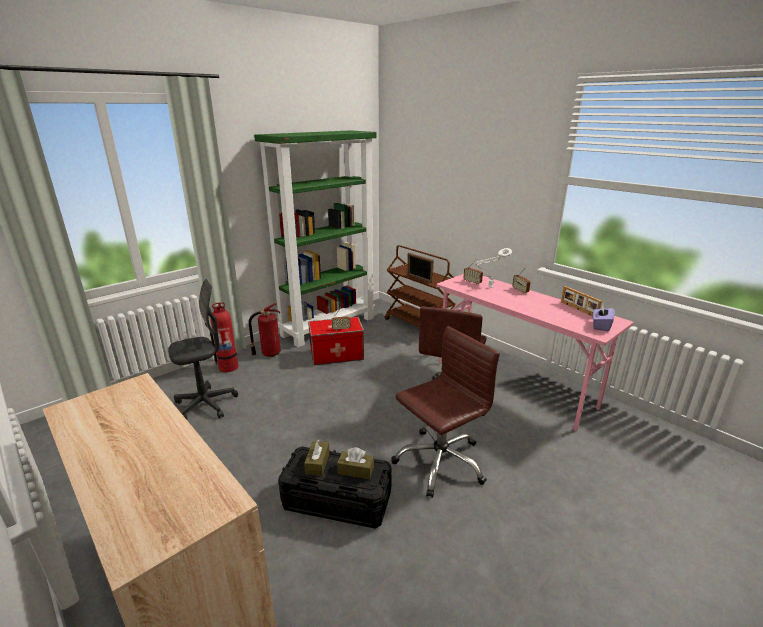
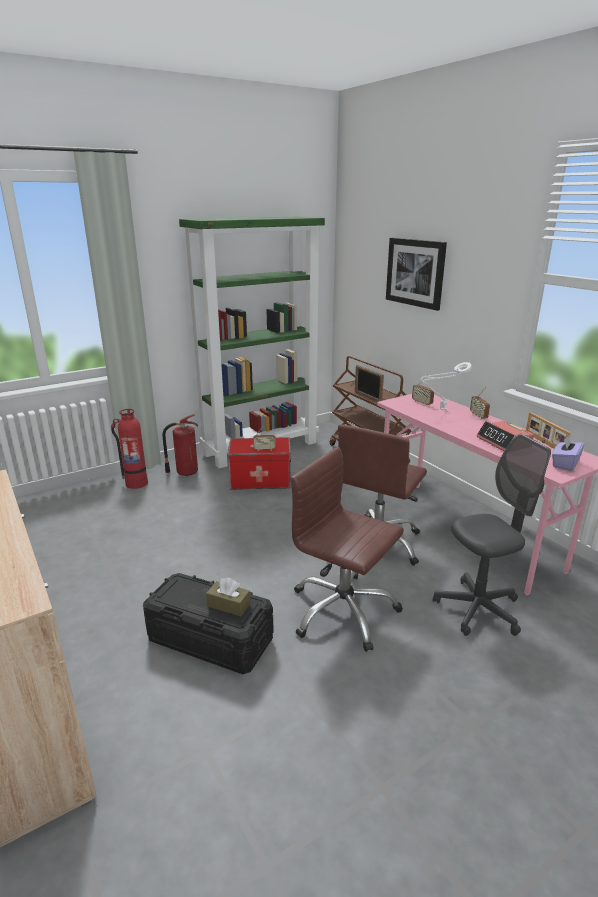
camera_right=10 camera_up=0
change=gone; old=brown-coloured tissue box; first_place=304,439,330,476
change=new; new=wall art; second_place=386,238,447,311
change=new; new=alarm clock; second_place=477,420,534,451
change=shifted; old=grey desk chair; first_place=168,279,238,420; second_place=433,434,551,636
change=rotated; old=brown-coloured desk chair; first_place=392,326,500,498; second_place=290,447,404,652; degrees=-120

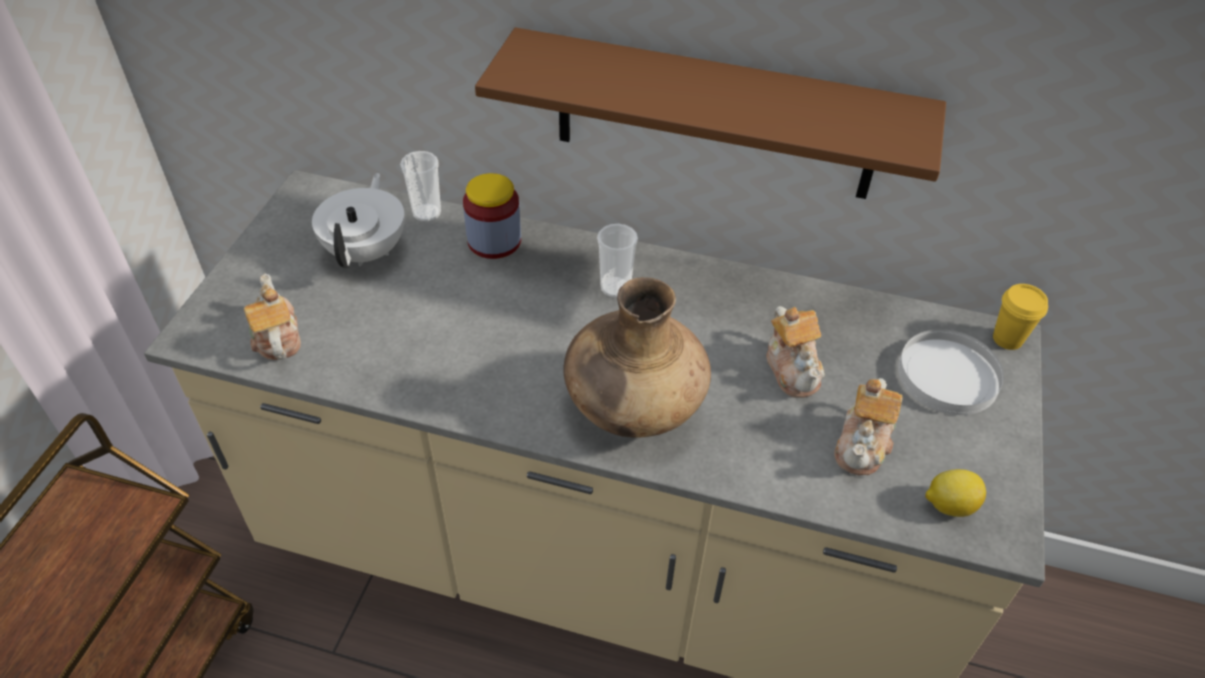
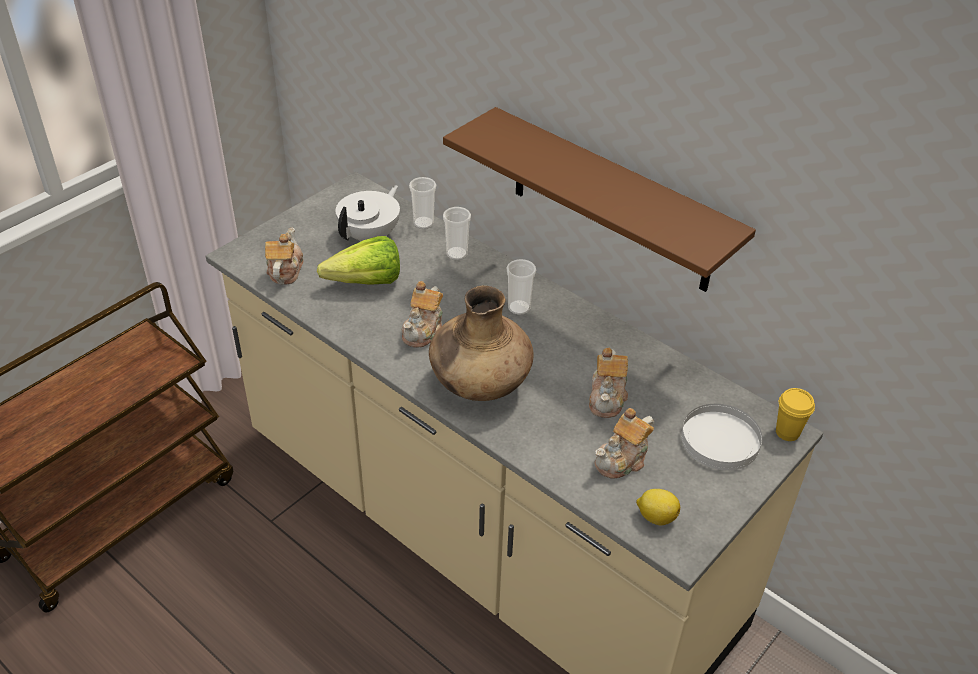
camera_right=25 camera_up=-5
change=new; new=head of lettuce; second_place=317,236,400,285
change=new; new=teapot; second_place=402,281,443,348
change=swapped; old=preserve jar; new=cup; first_place=463,173,521,259; second_place=443,207,471,260

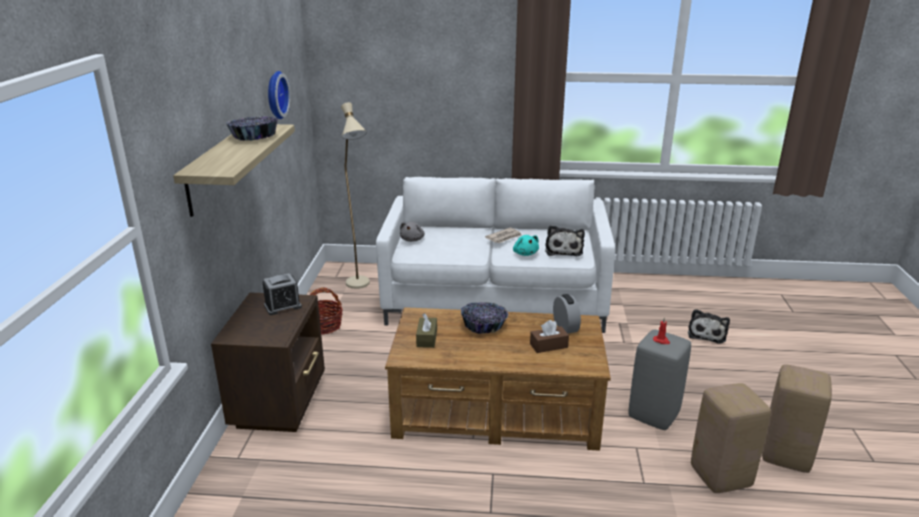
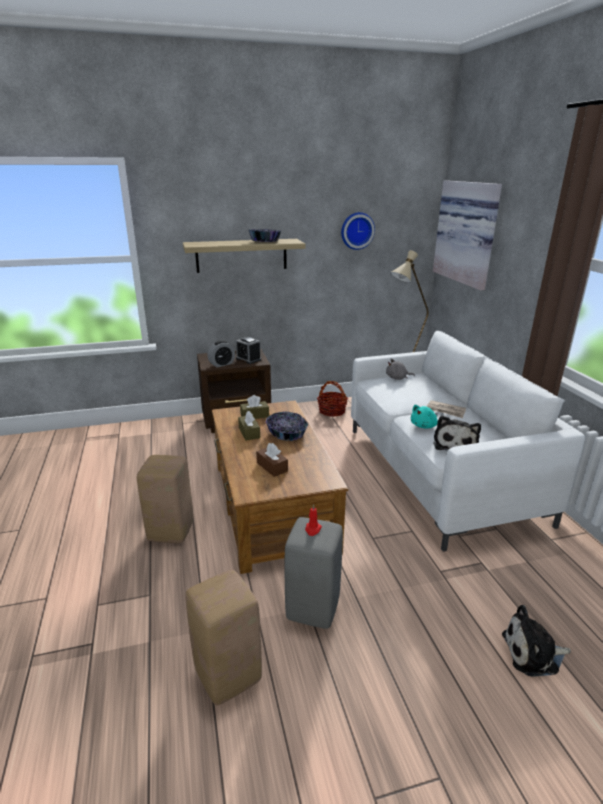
camera_right=70 camera_up=0
change=new; new=brown-coloured tissue box; second_place=238,411,260,441
change=new; new=wall art; second_place=433,180,502,290
change=shifted; old=alarm clock; first_place=553,294,581,334; second_place=208,340,235,367
change=shifted; old=sand-coloured stool seat; first_place=762,364,832,473; second_place=137,455,193,543
change=rotated; old=plush toy; first_place=545,225,585,257; second_place=433,416,481,450; degrees=-60

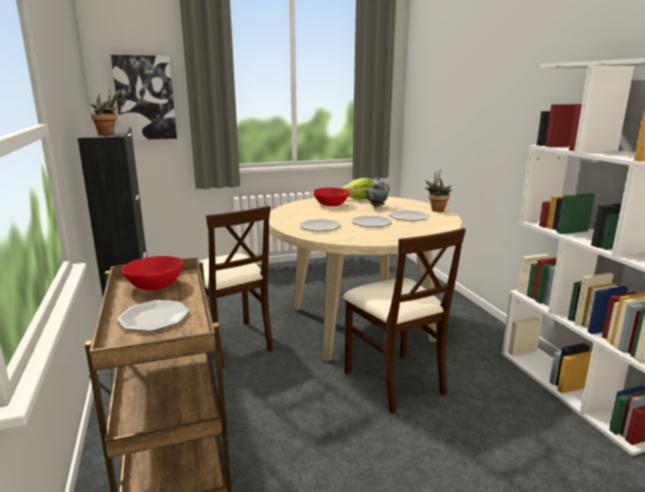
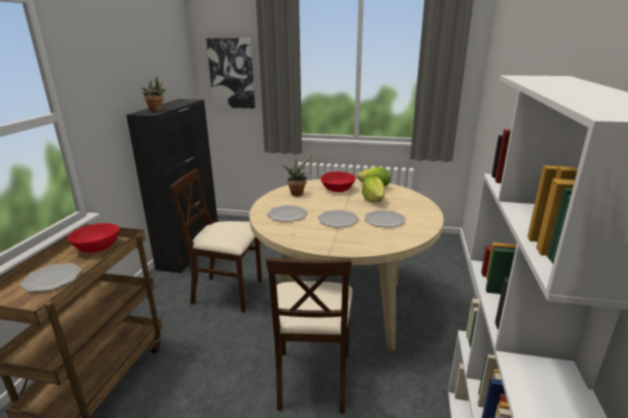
camera_right=30 camera_up=5
change=shifted; old=plant in a pot; first_place=424,169,452,212; second_place=282,155,312,196
change=swapped; old=teapot; new=head of lettuce; first_place=364,178,390,207; second_place=362,176,385,203
change=rotated; old=sand-coloured upright chair; first_place=199,206,273,368; second_place=170,169,262,313; degrees=105

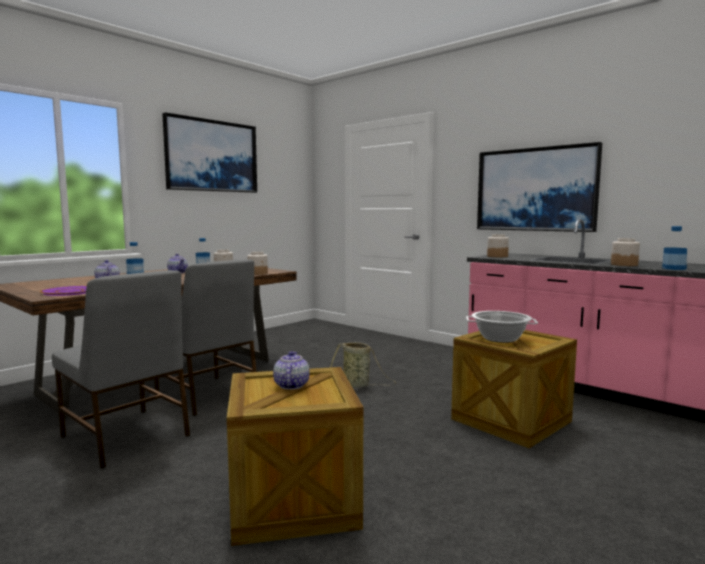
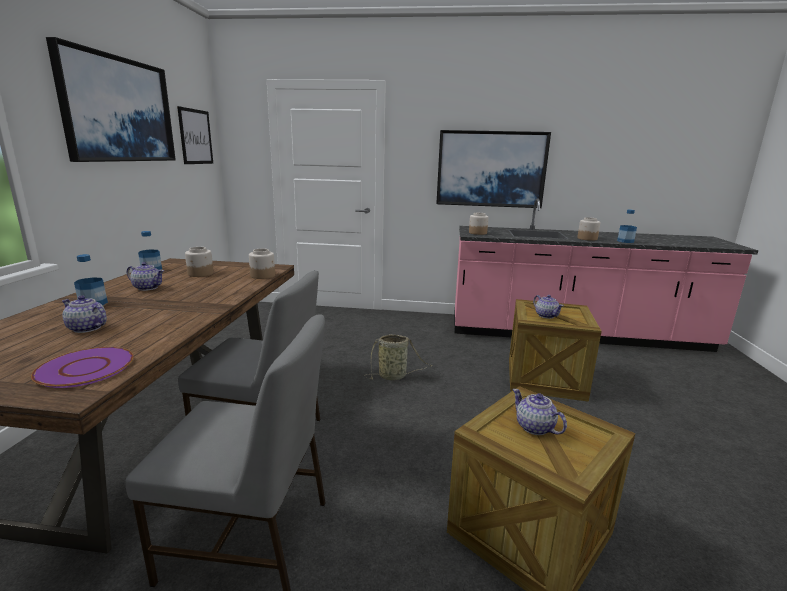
camera_right=-35 camera_up=10
change=new; new=wall art; second_place=177,106,213,164
change=swapped; old=stockpot; new=teapot; first_place=466,311,538,343; second_place=533,295,564,319

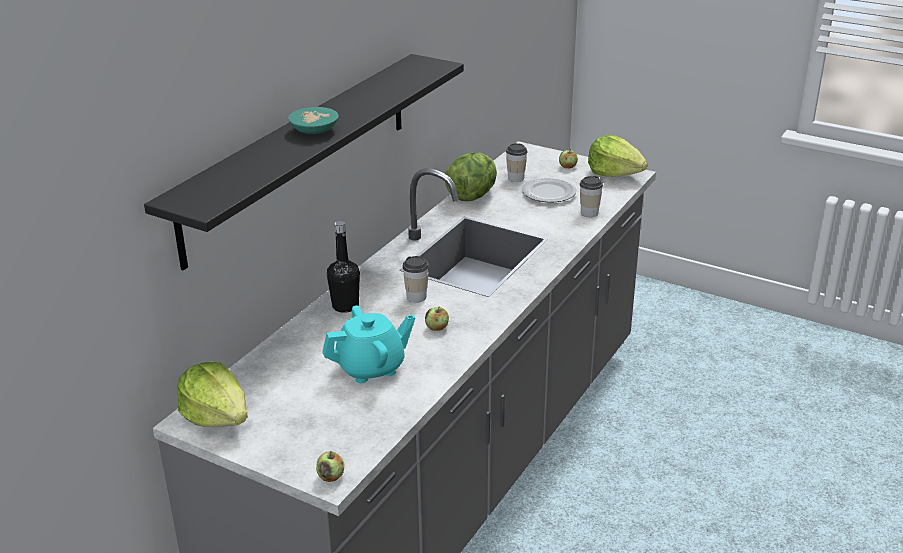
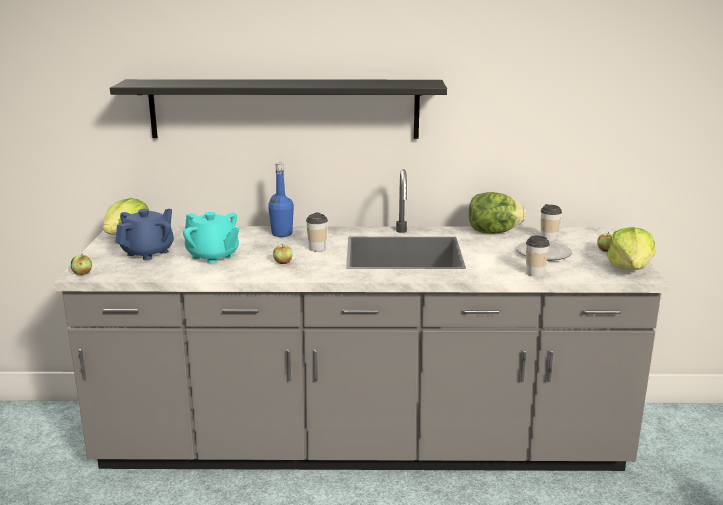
camera_right=60 camera_up=-10
change=gone; old=turquoise-coloured bowl; first_place=288,107,339,134
change=new; new=blue teapot; second_place=115,209,174,260
change=repainted; old=blackish drink bottle; new=blue drink bottle; first_place=327,221,360,313; second_place=268,163,294,237

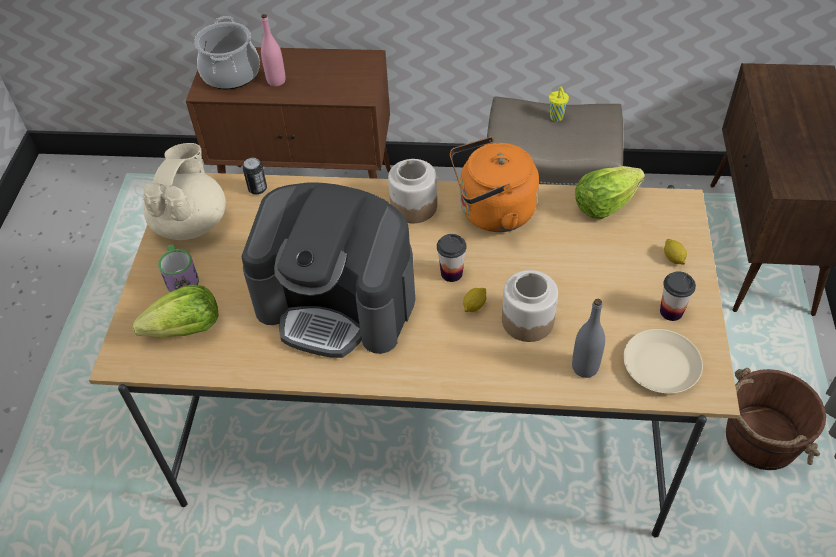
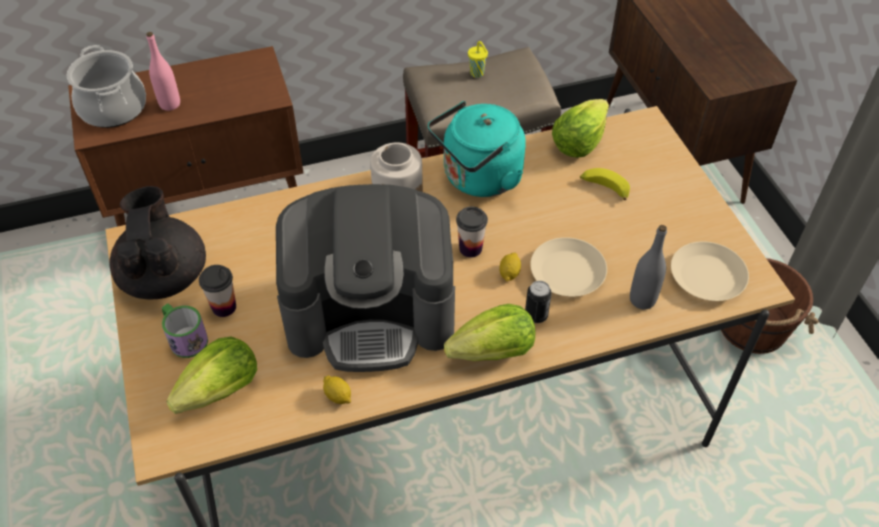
camera_right=-25 camera_up=0
change=new; new=head of lettuce; second_place=444,304,535,361
change=new; new=banana; second_place=580,168,630,200
change=shifted; old=can; first_place=243,158,267,195; second_place=525,281,552,323
change=shifted; old=cup; first_place=660,271,696,321; second_place=199,265,236,317
change=shifted; old=citrus fruit; first_place=664,239,687,265; second_place=323,376,351,404
change=swapped; old=preserve jar; new=sand-coloured flat dish; first_place=502,270,558,342; second_place=530,237,607,297
change=repainted; old=sand-coloured teapot; new=blackish teapot; first_place=143,143,226,240; second_place=109,186,206,299
change=repainted; old=orangey kettle; new=turquoise-coloured kettle; first_place=450,137,539,232; second_place=428,101,526,197

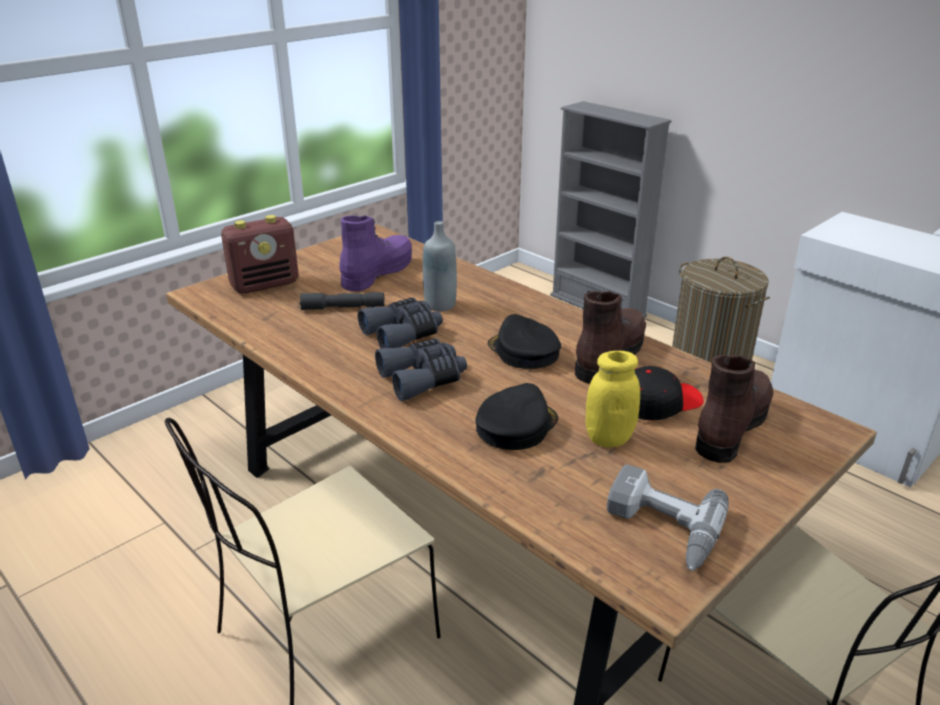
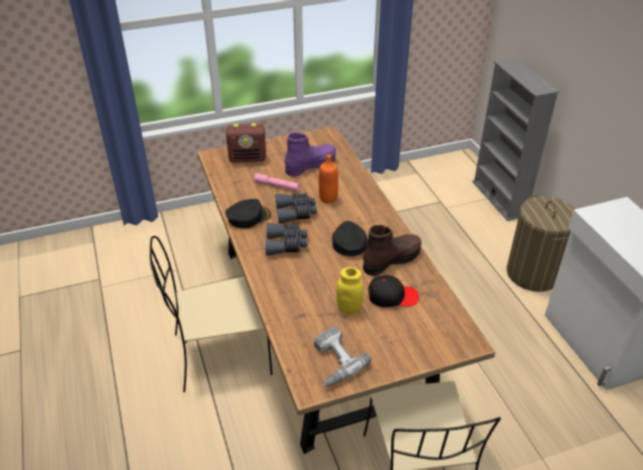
camera_right=25 camera_up=10
change=gone; old=brown-coloured high-top boot; first_place=695,355,773,463
change=shifted; old=blackish cap; first_place=475,383,558,450; second_place=225,199,271,228
change=repainted; old=grey flashlight; new=pink-coloured flashlight; first_place=300,292,385,310; second_place=254,173,300,191
change=repainted; old=grey drink bottle; new=orangey drink bottle; first_place=423,221,457,312; second_place=319,154,338,203

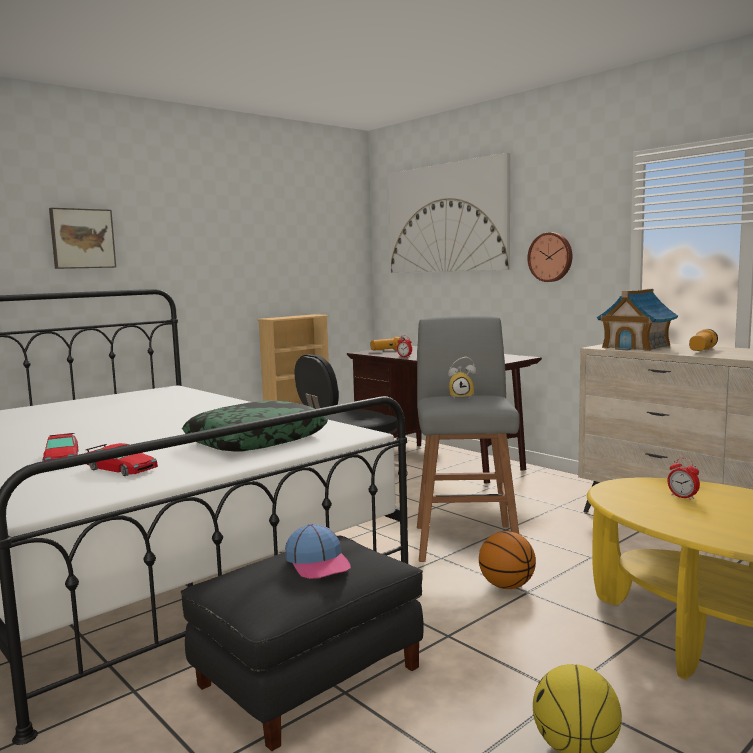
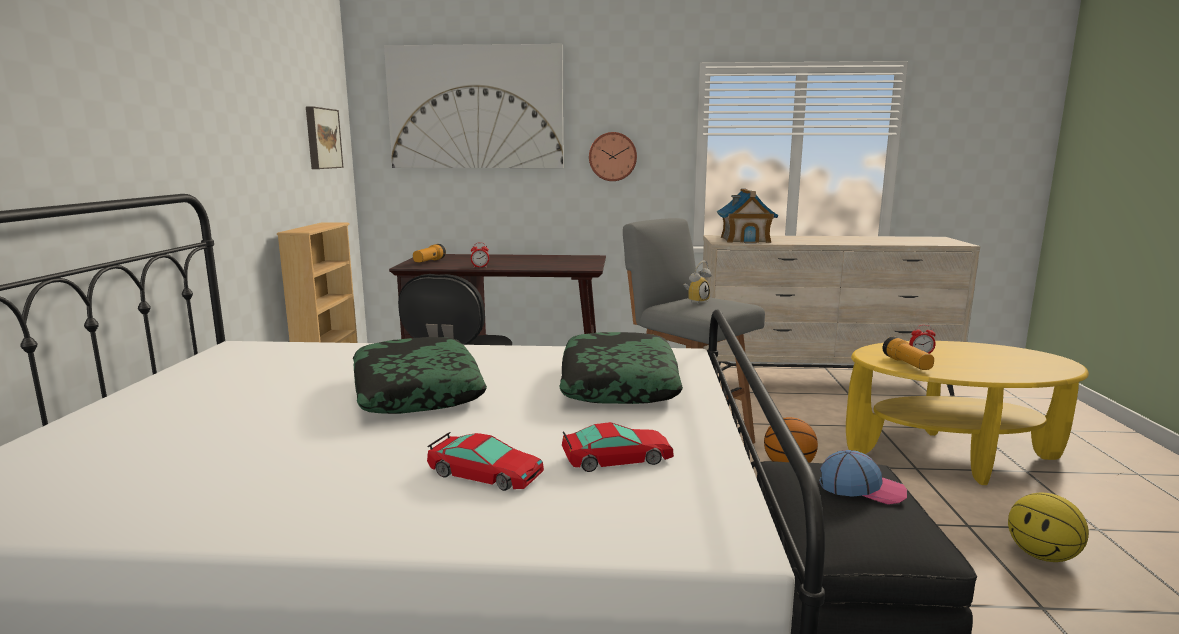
camera_right=-45 camera_up=5
change=new; new=throw pillow; second_place=353,337,487,414
change=shifted; old=wall art; first_place=49,208,116,269; second_place=306,106,344,169
change=shifted; old=flashlight; first_place=689,329,718,351; second_place=883,336,934,370

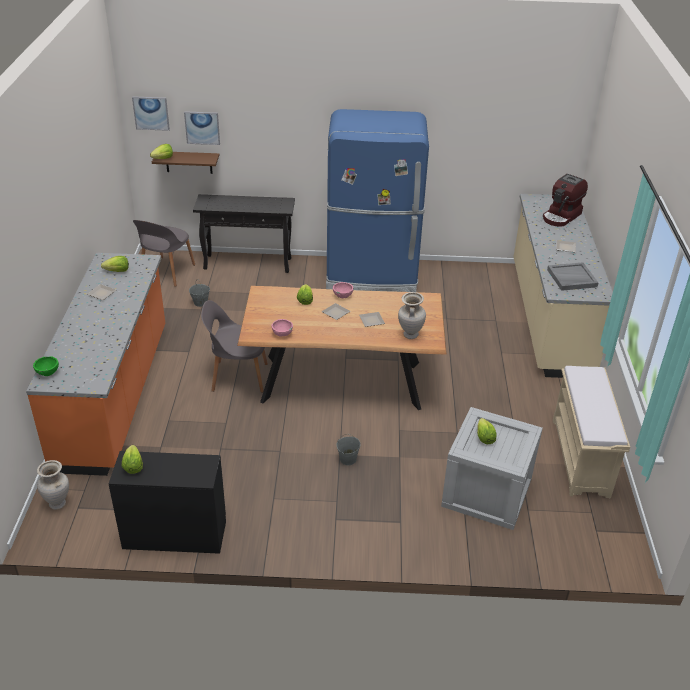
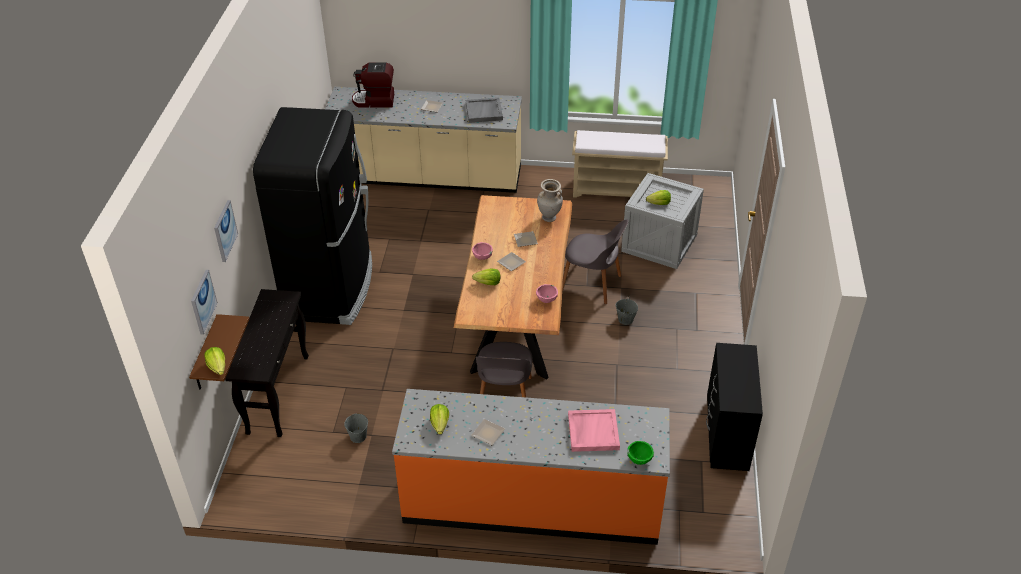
camera_right=-85 camera_up=5
change=gone; old=sand-coloured decorative vase; first_place=37,460,69,510
change=gone; old=head of lettuce; first_place=122,445,143,474
change=new; new=pink-coloured serving tray; second_place=568,409,620,452
change=shifted; old=wall art; first_place=132,96,170,131; second_place=214,200,238,262
change=shifted; old=grey upright chair; first_place=133,220,195,287; second_place=562,220,628,304
change=repainted; old=blue refrigerator; new=blackish refrigerator; first_place=326,109,429,292; second_place=253,107,372,325
change=rotated; old=coffee maker; first_place=543,174,588,227; second_place=352,63,394,108; degrees=135

